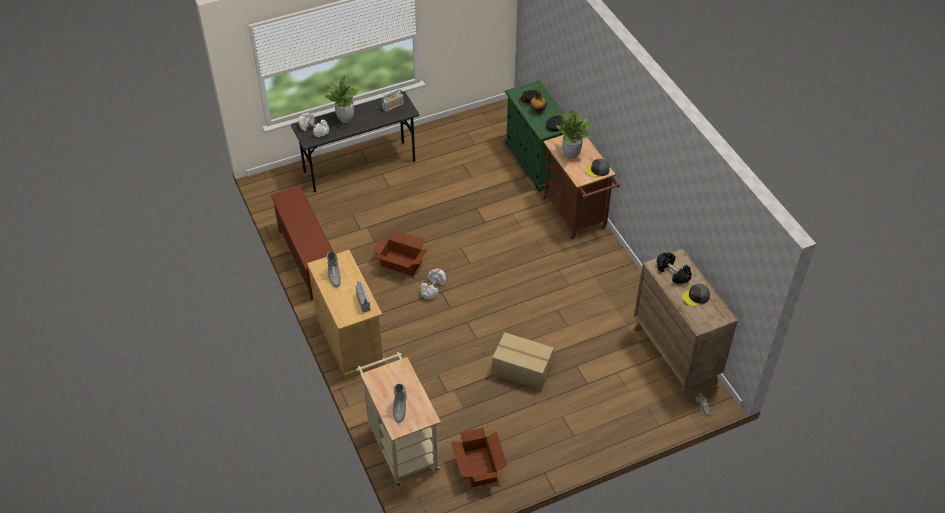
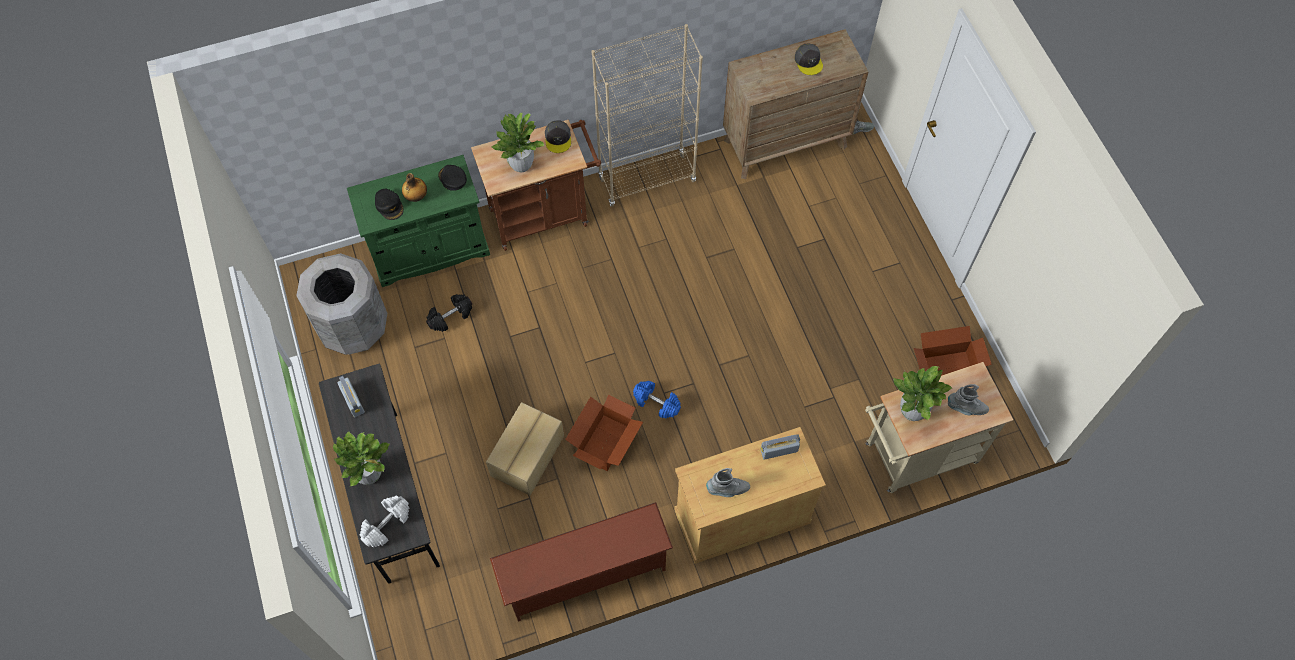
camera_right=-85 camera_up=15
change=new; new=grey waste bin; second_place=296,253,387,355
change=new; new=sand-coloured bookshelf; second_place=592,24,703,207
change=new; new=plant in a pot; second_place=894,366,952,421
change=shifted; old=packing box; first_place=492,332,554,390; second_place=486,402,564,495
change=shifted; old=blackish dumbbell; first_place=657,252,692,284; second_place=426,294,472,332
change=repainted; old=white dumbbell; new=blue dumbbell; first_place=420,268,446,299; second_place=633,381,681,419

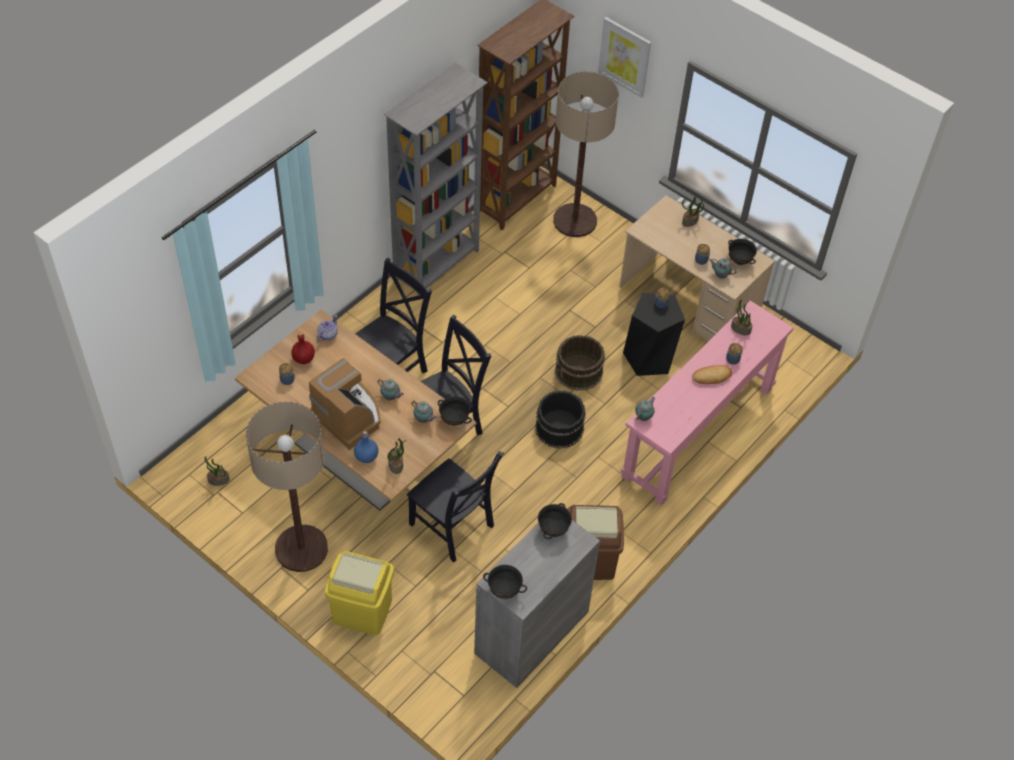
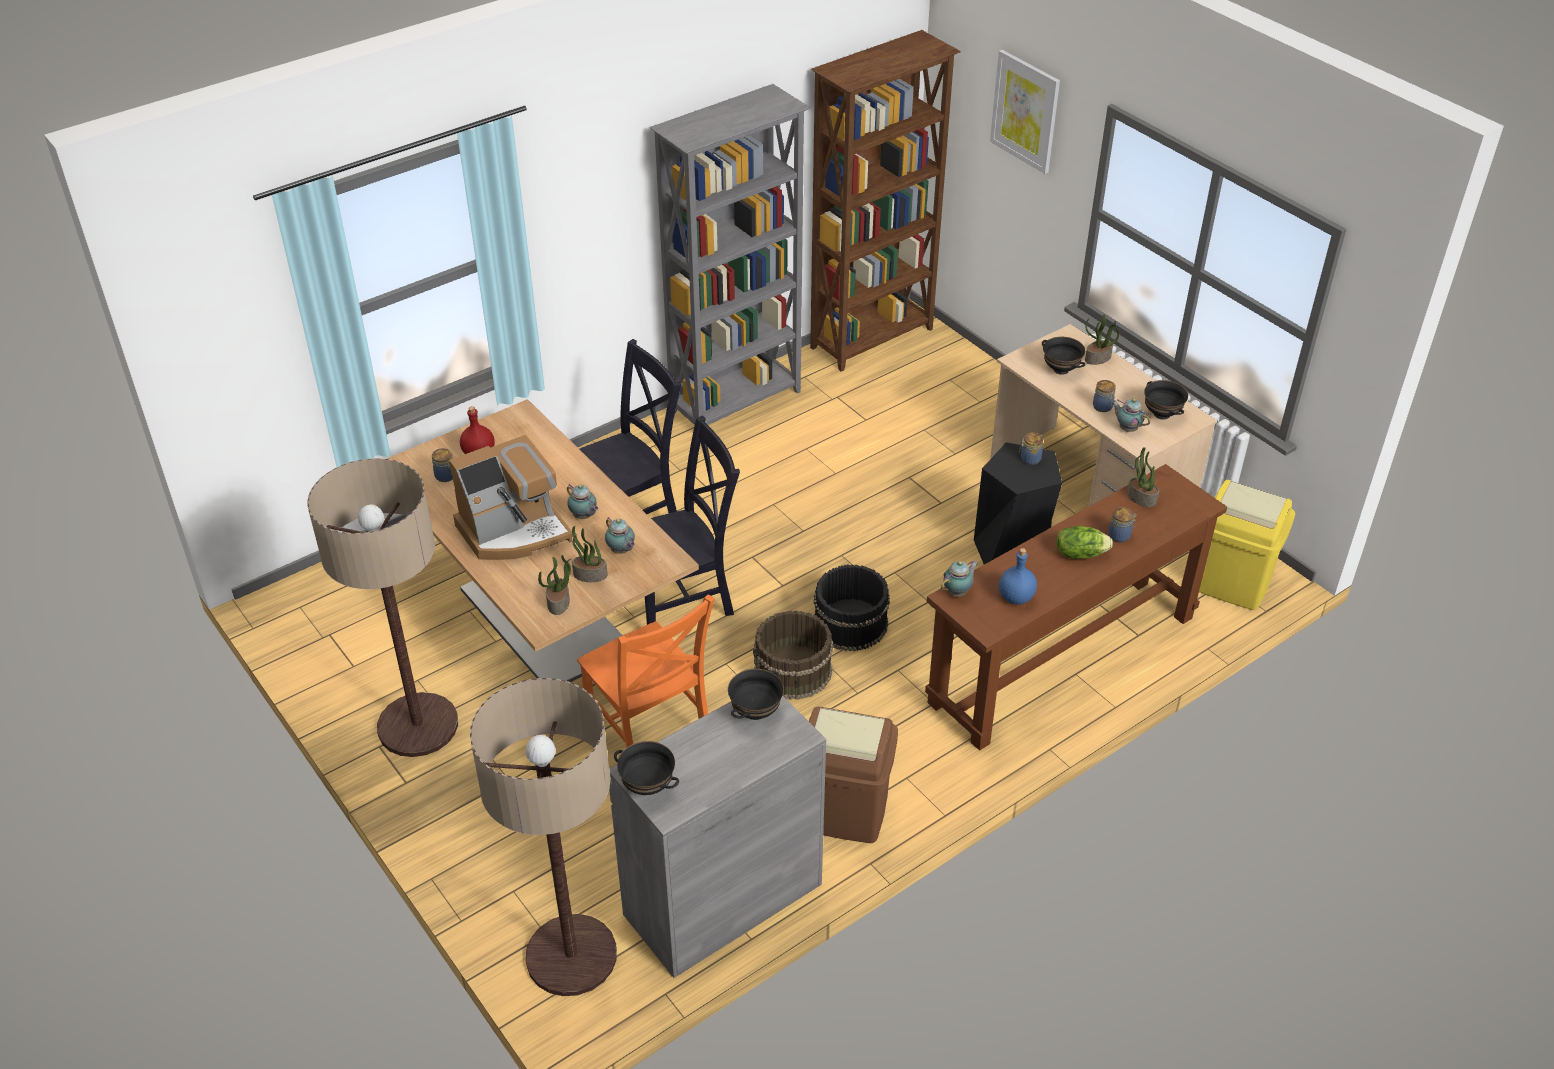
camera_right=15 camera_up=-10
change=gone; old=teapot; first_place=317,315,338,342
change=shifted; old=plant in a pot; first_place=205,456,230,486; second_place=572,526,608,582
change=shifted; old=yellowish waste bin; first_place=325,551,394,635; second_place=1199,480,1295,610
change=shifted; old=blue drink bottle; first_place=354,431,379,463; second_place=999,548,1037,605
change=shifted; old=blackish bowl; first_place=438,396,472,426; second_place=1042,337,1086,375
change=shifted; old=standard lamp; first_place=553,72,619,237; second_place=470,678,617,996
change=shifted; old=brown-coloured bucket; first_place=555,335,605,391; second_place=753,610,833,700
change=swapped; old=baked bread; new=head of lettuce; first_place=692,365,732,384; second_place=1057,526,1113,559
change=repainted; old=blackish upright chair; new=orangey upright chair; first_place=407,451,504,562; second_place=577,594,715,748
change=repainted; old=pink-coloured console table; new=brown-coloured console table; first_place=621,301,794,505; second_place=925,464,1227,751
change=rotated; old=coffee maker; first_place=309,358,381,450; second_place=449,435,573,560; degrees=90

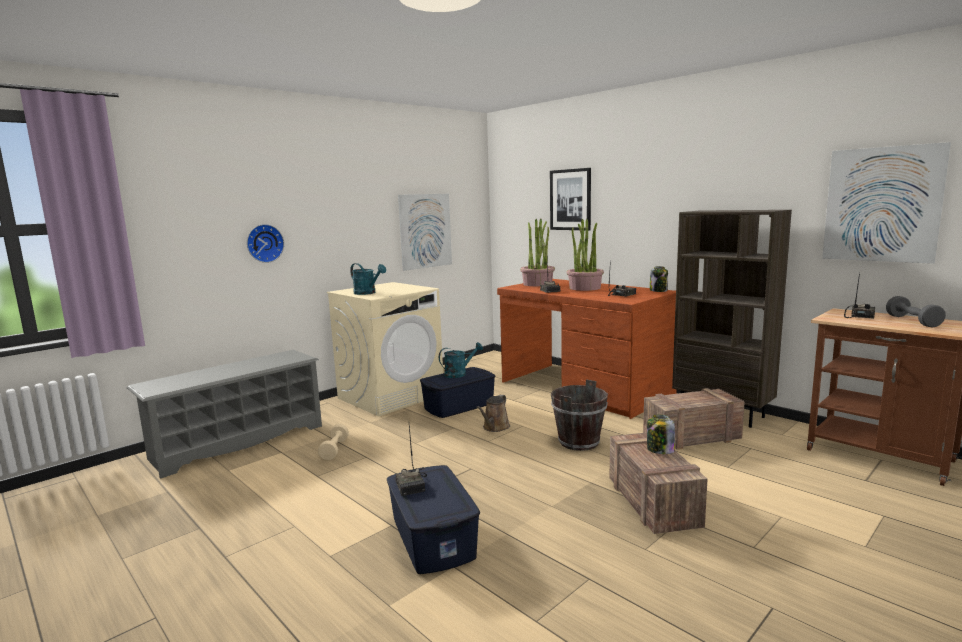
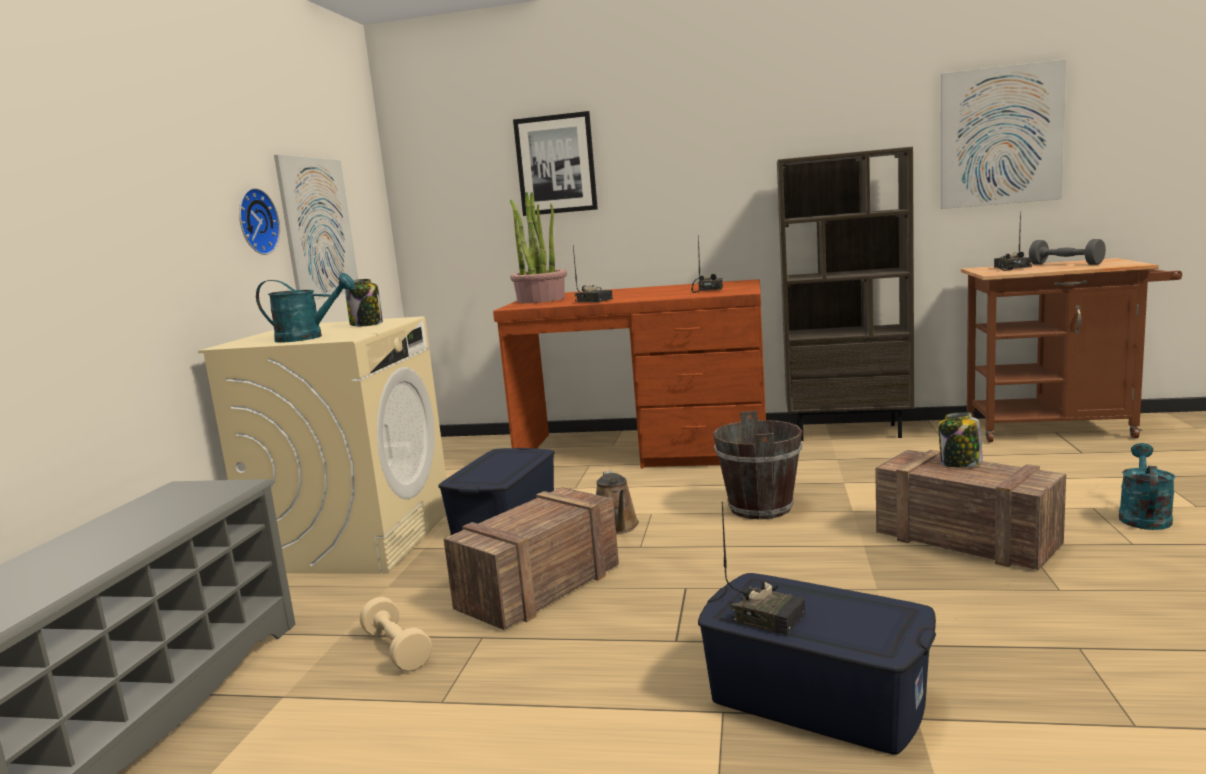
camera_right=-35 camera_up=0
change=gone; old=plant in a pot; first_place=566,219,604,291
change=shifted; old=clock on the wall; first_place=247,224,284,263; second_place=239,188,280,255
change=shifted; old=turquoise-coloured watering can; first_place=439,342,483,378; second_place=1119,443,1176,530
change=shifted; old=packing crate; first_place=643,388,745,450; second_place=444,487,619,630
change=shifted; old=preserve jar; first_place=650,266,668,292; second_place=345,279,383,326

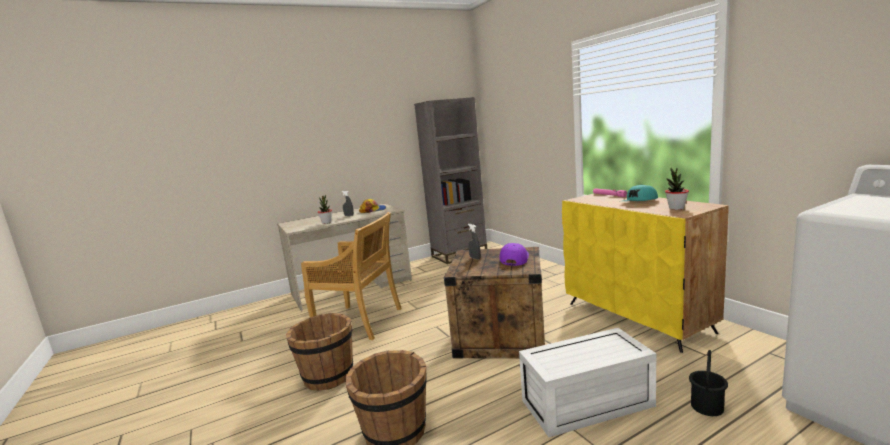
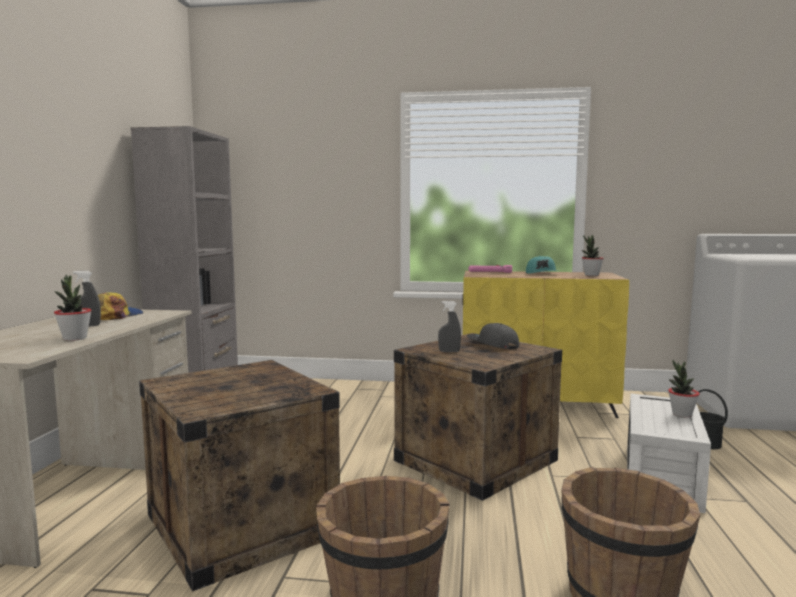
camera_right=-55 camera_up=-5
change=new; new=plant in a pot; second_place=668,360,699,418
change=swapped; old=sand-coloured upright chair; new=packing crate; first_place=301,212,402,340; second_place=139,360,340,592
change=repainted; old=purple-coloured cap; new=grey cap; first_place=500,243,529,266; second_place=467,323,519,349

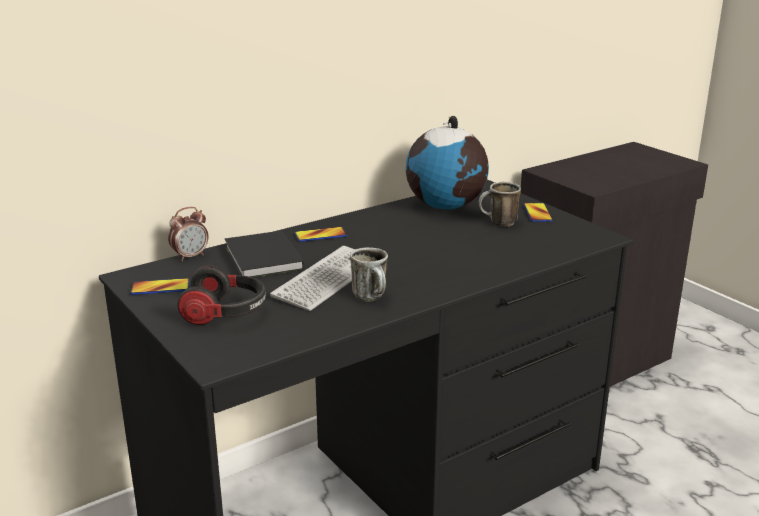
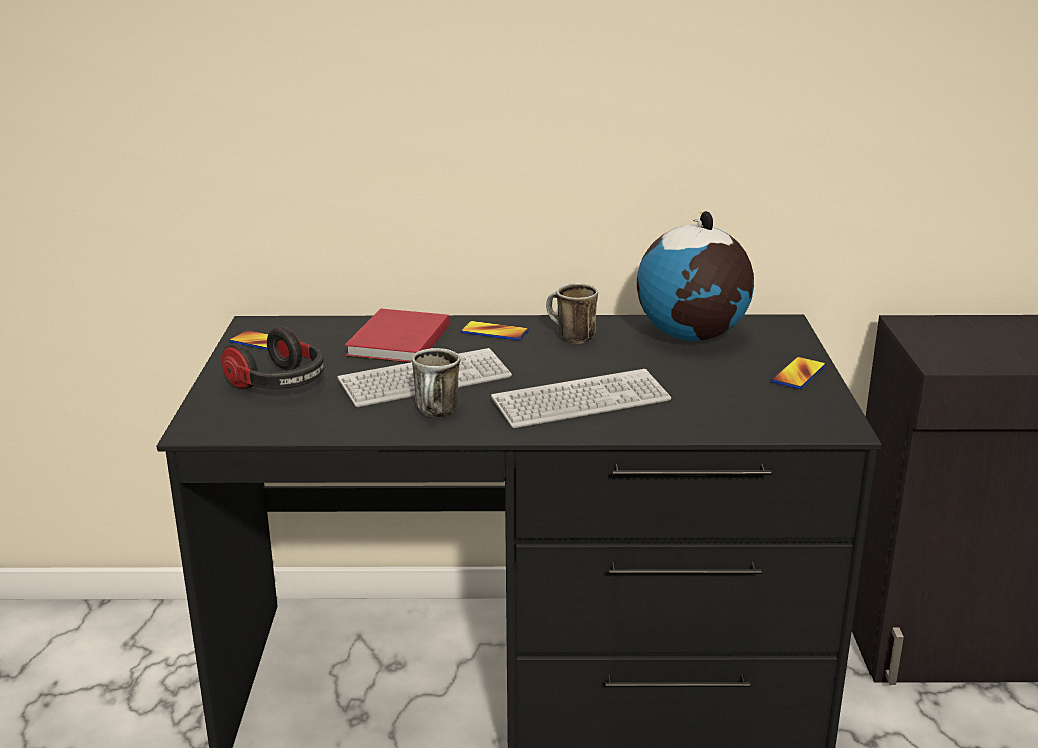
camera_right=35 camera_up=0
change=gone; old=alarm clock; first_place=168,207,209,261
change=new; new=computer keyboard; second_place=491,369,671,428
change=shifted; old=coffee mug; first_place=479,182,521,227; second_place=546,283,598,344
change=repainted; old=blackish bound book; new=reddish bound book; first_place=225,230,304,278; second_place=345,308,449,363

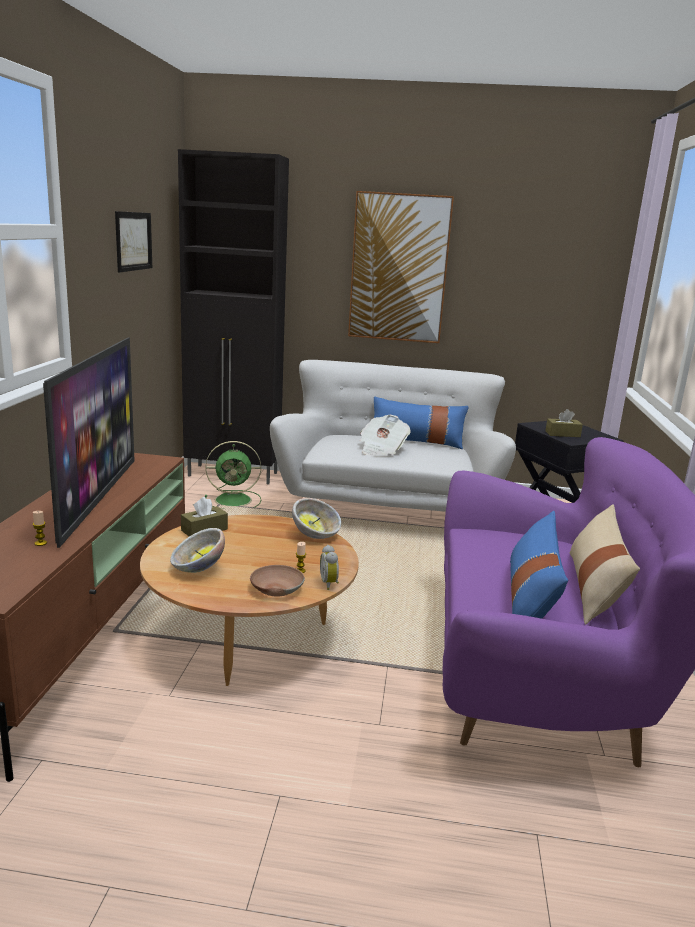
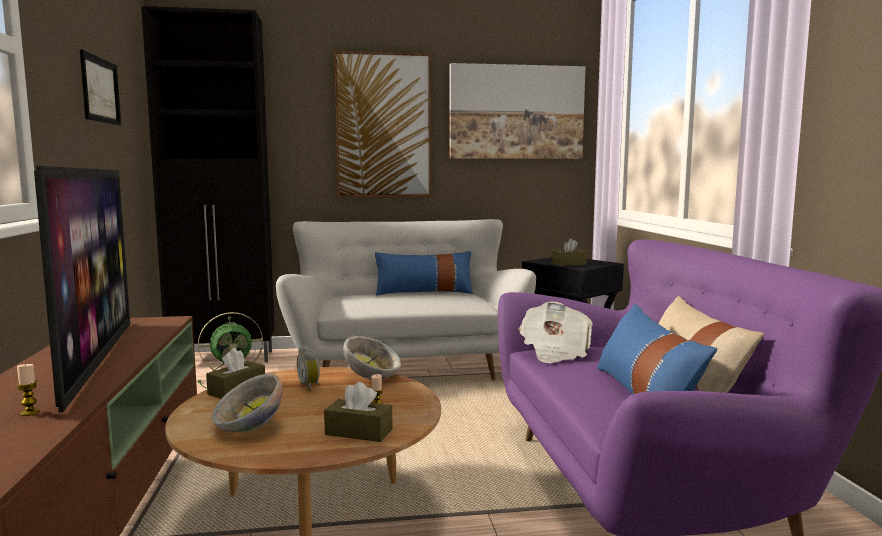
camera_right=-15 camera_up=-10
change=new; new=wall art; second_place=449,63,585,159
change=shifted; old=alarm clock; first_place=320,545,339,590; second_place=297,345,320,391
change=shifted; old=newspaper; first_place=360,415,411,456; second_place=519,302,593,363
change=swapped; old=brown-coloured bowl; new=brown-coloured tissue box; first_place=250,565,305,597; second_place=324,382,392,442

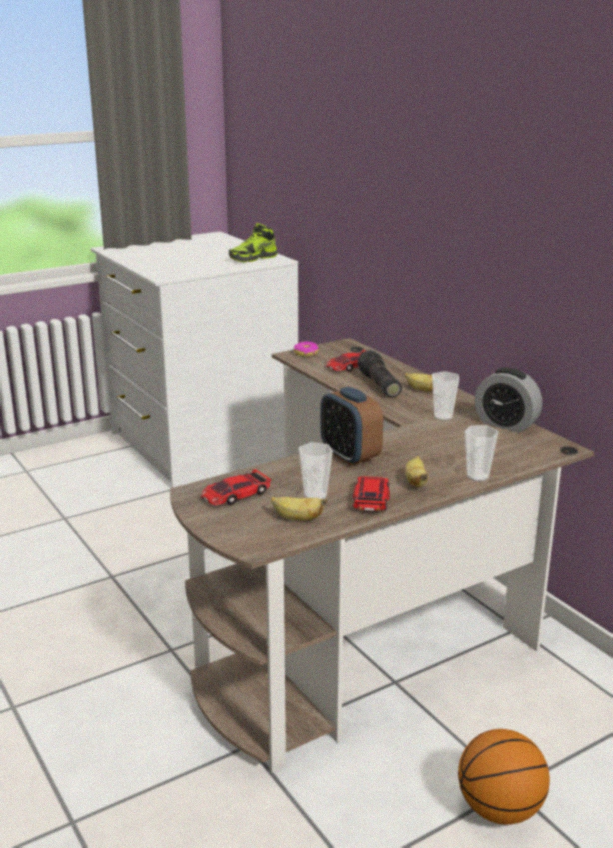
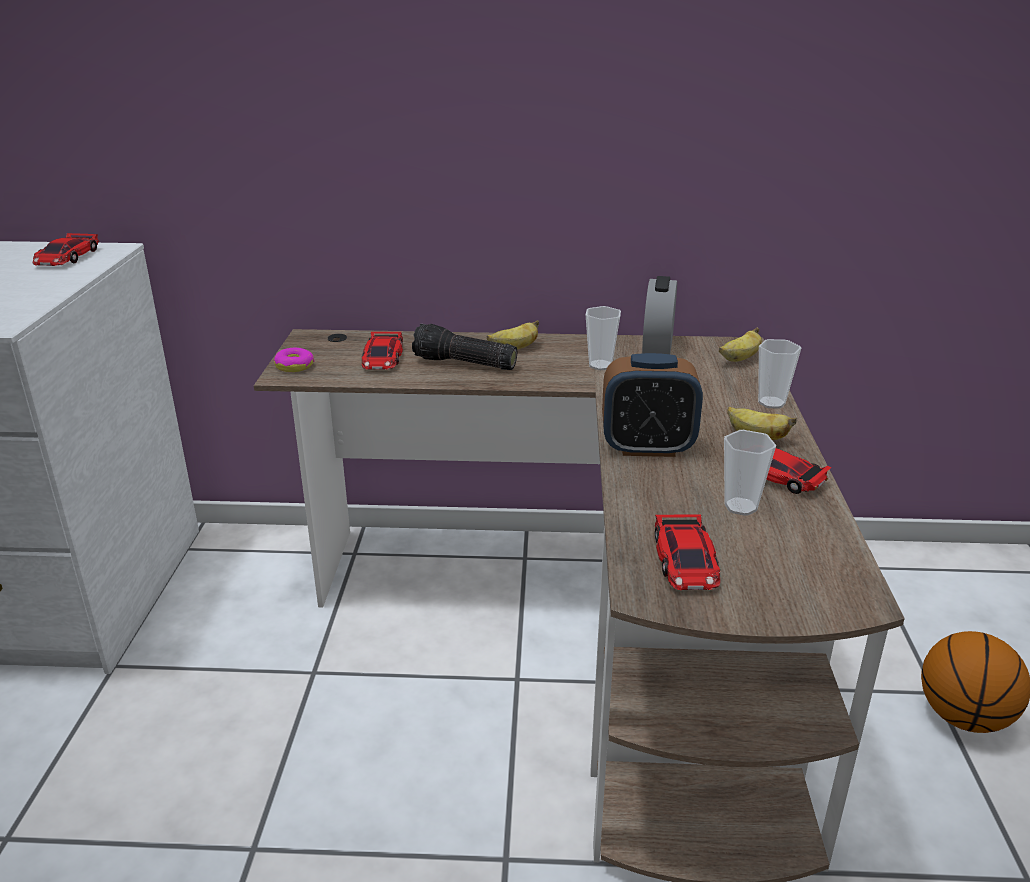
camera_right=-55 camera_up=5
change=shifted; old=banana; first_place=271,497,327,520; second_place=719,327,762,362
change=swapped; old=low shoe; new=miniature car; first_place=229,223,278,262; second_place=33,233,99,266
change=rotated; old=alarm clock; first_place=475,368,542,433; second_place=642,276,677,354; degrees=120

